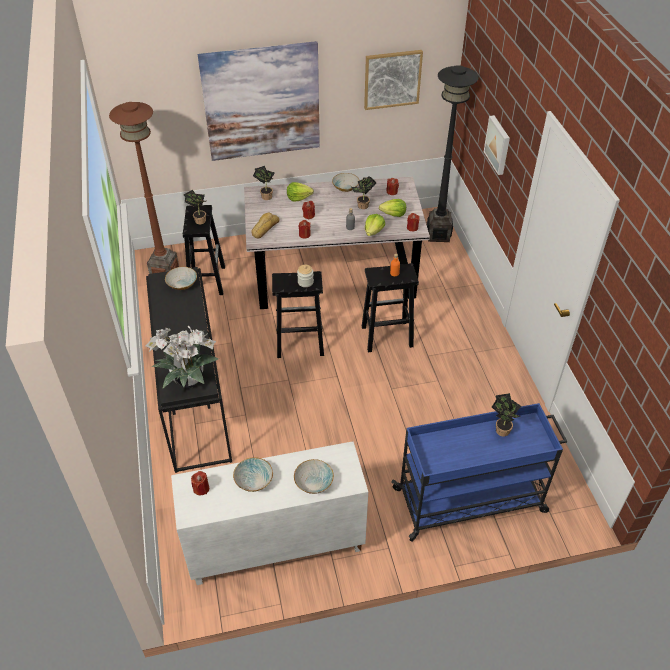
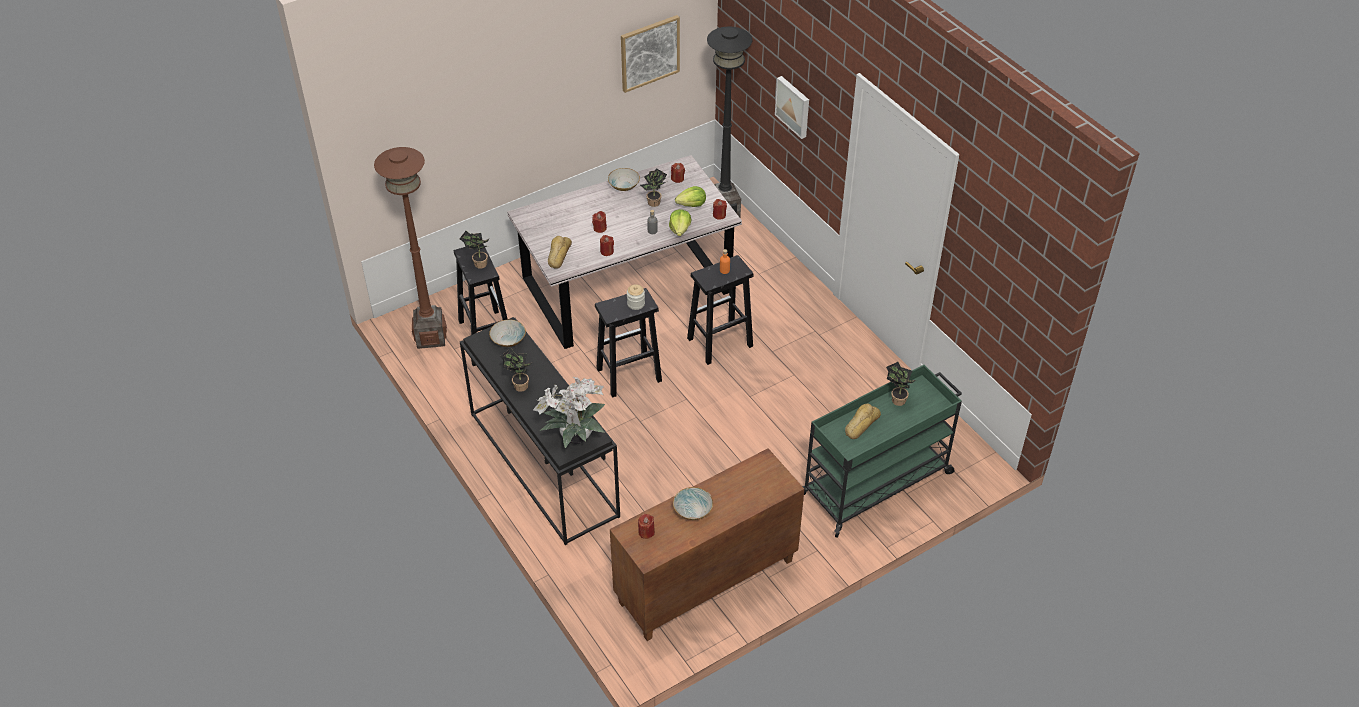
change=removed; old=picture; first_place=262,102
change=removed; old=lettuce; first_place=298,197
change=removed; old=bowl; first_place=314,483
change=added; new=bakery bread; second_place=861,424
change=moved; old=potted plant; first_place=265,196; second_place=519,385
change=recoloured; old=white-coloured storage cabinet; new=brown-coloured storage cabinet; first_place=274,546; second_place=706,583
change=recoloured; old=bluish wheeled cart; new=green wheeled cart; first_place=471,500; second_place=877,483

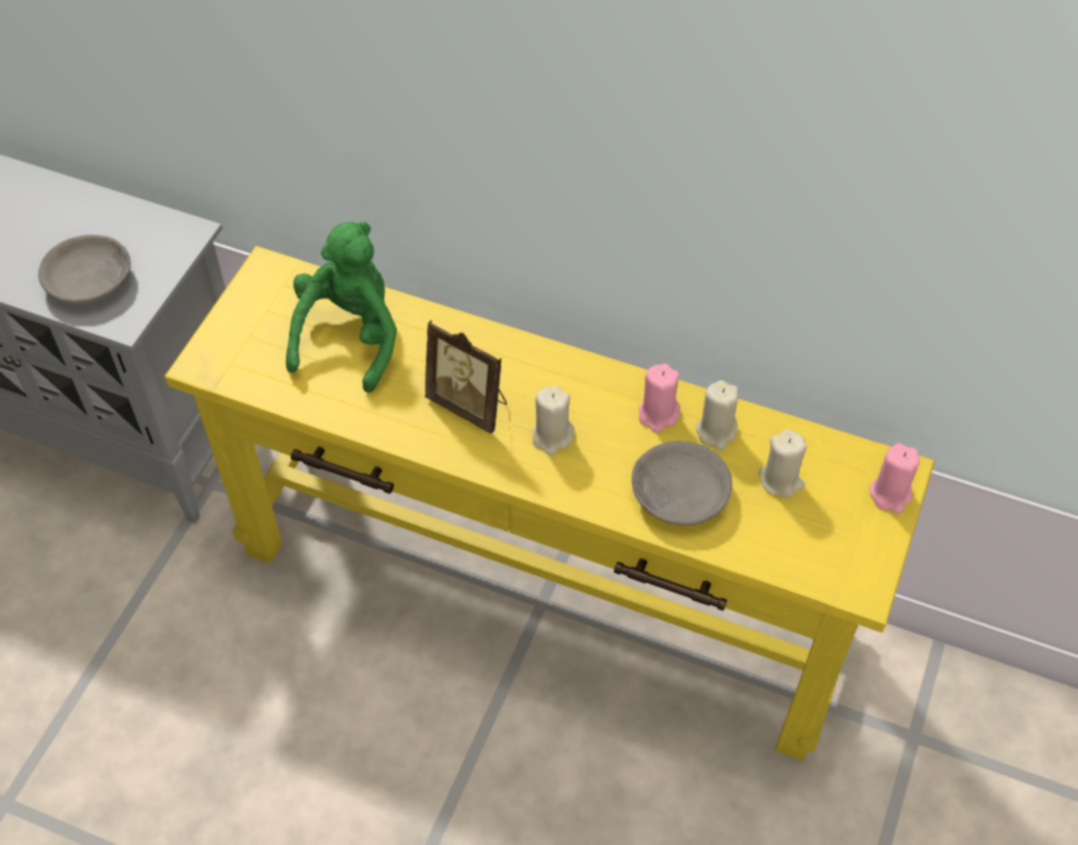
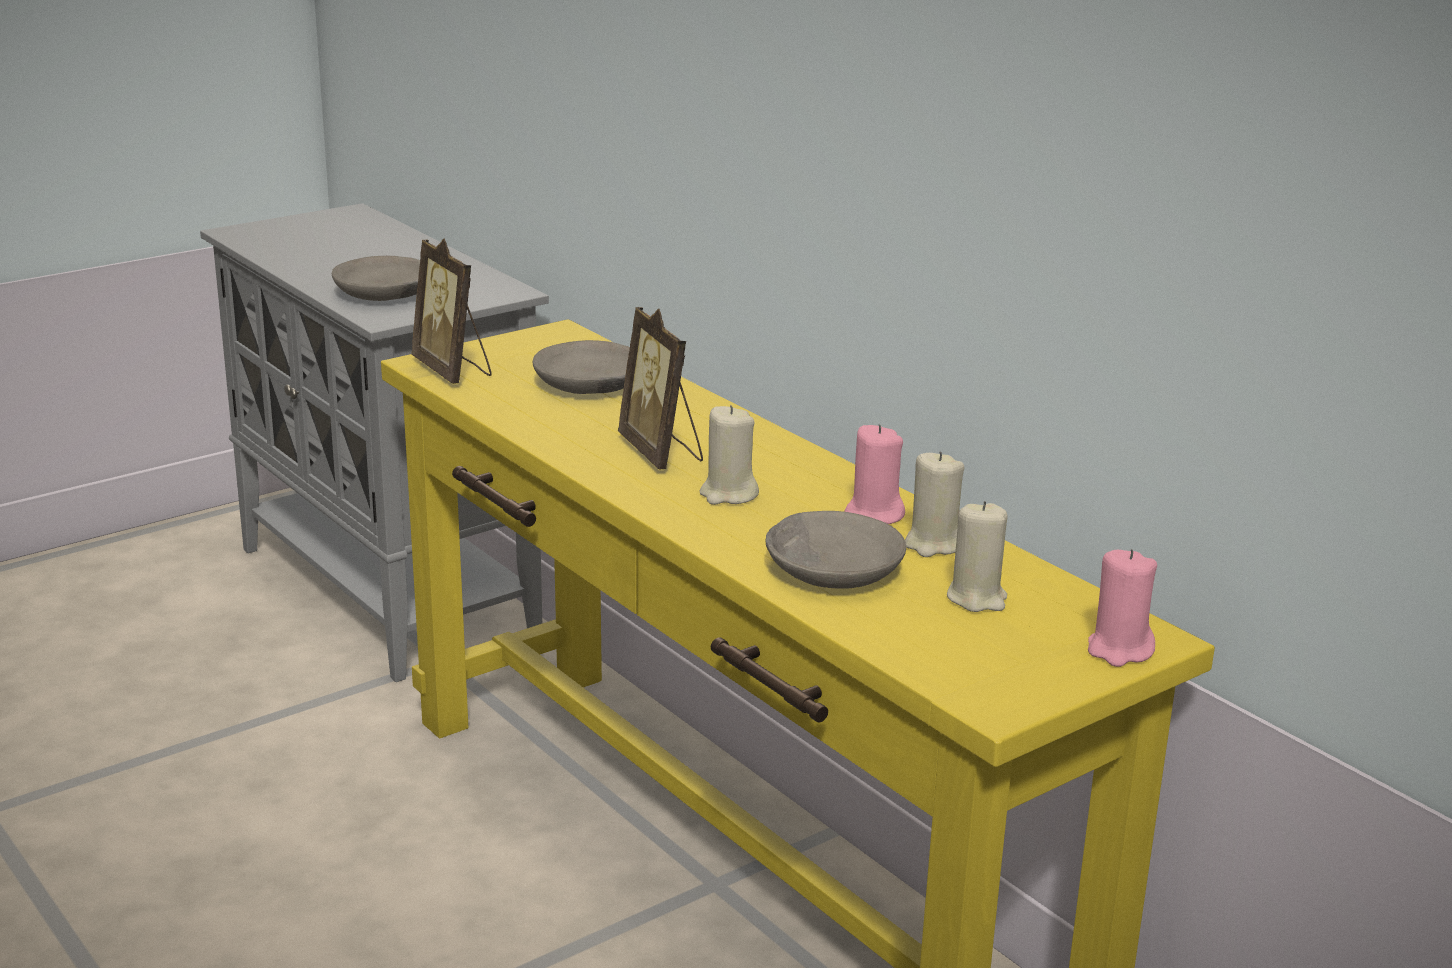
change=added; new=picture frame; second_place=453,370
change=replaced; old=green soft toy; new=grey bowl; first_place=350,337; second_place=590,385

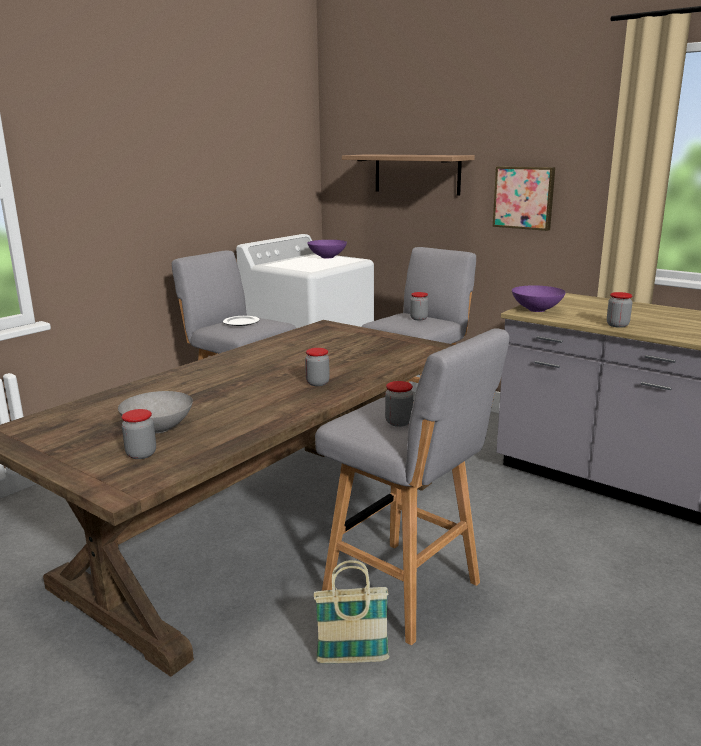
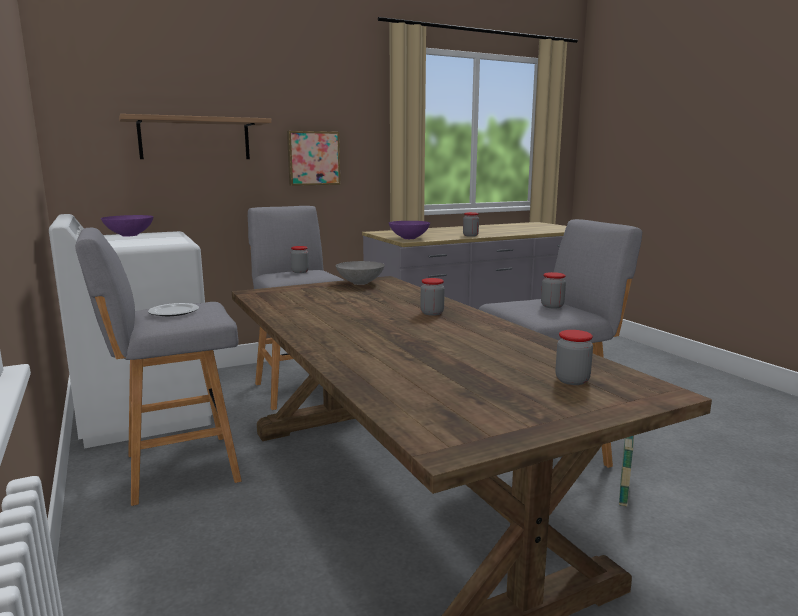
change=moved; old=grey bowl; first_place=158,428; second_place=359,283

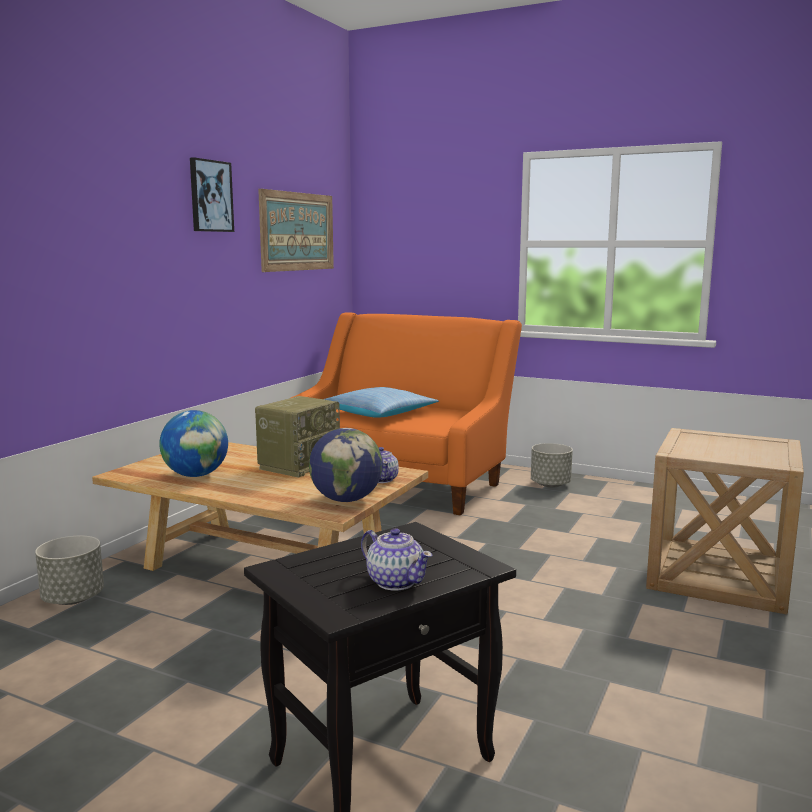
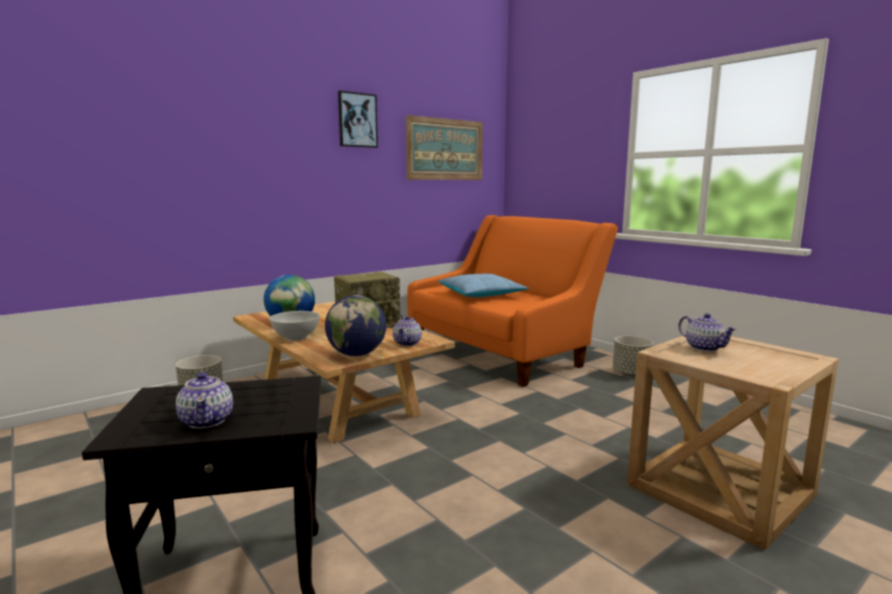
change=added; new=white-coloured bowl; second_place=295,337
change=added; new=teapot; second_place=704,347

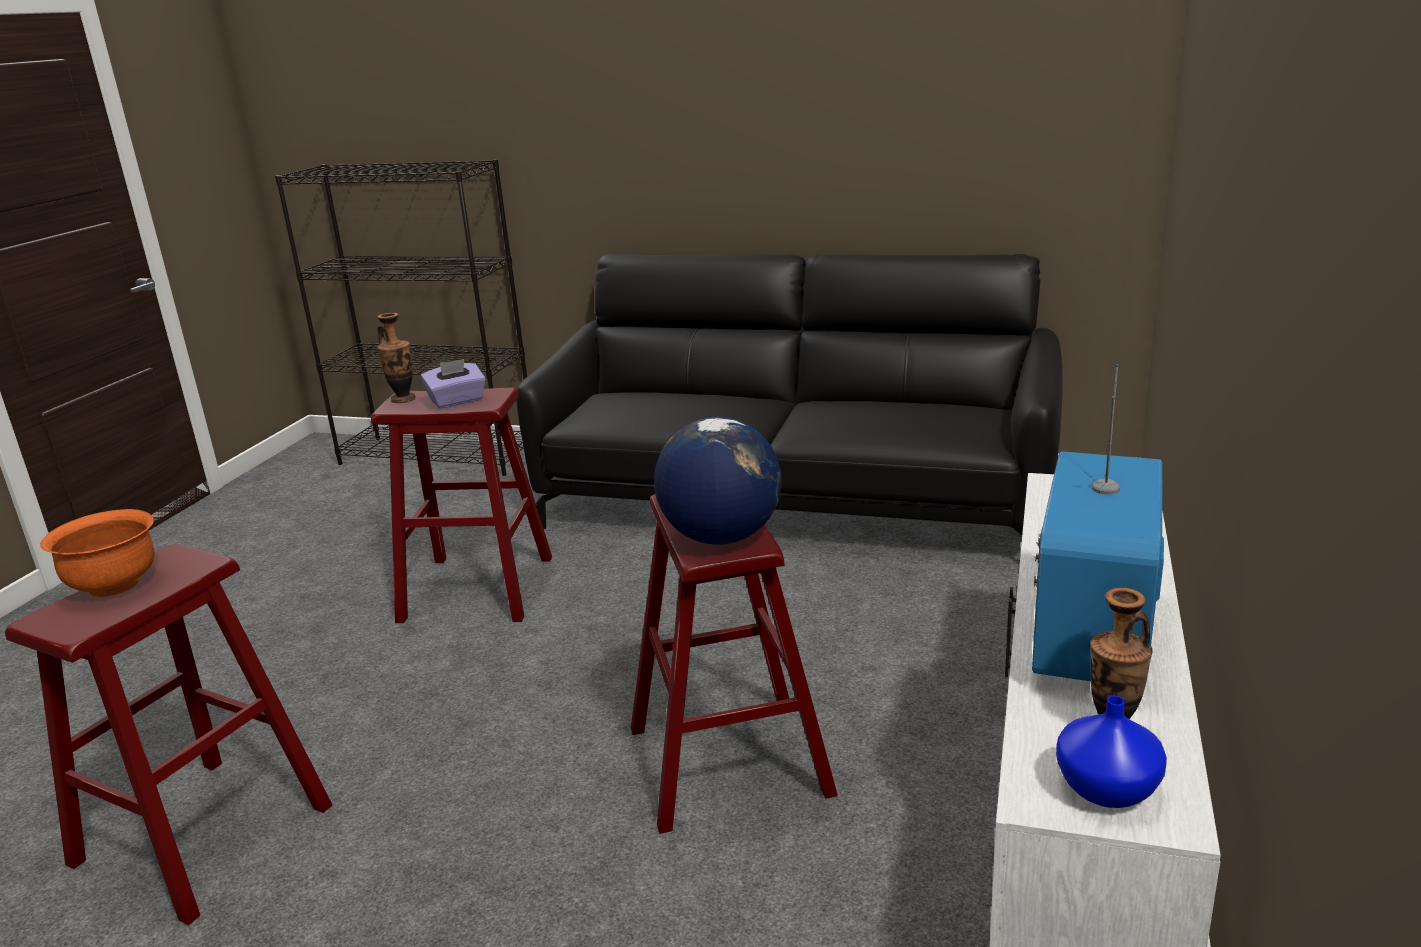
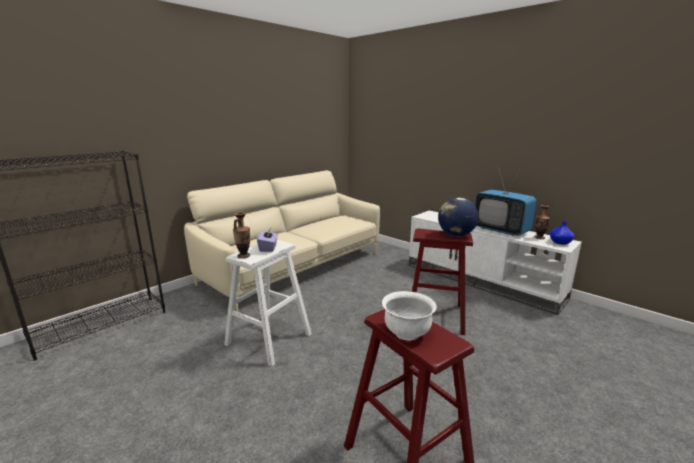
change=recoloured; old=orange bowl; new=white-coloured bowl; first_place=115,585; second_place=407,333
change=recoloured; old=reddish stool; new=white-coloured stool; first_place=478,588; second_place=269,339
change=recoloured; old=black-coloured sofa; new=beige sofa; first_place=793,503; second_place=295,268

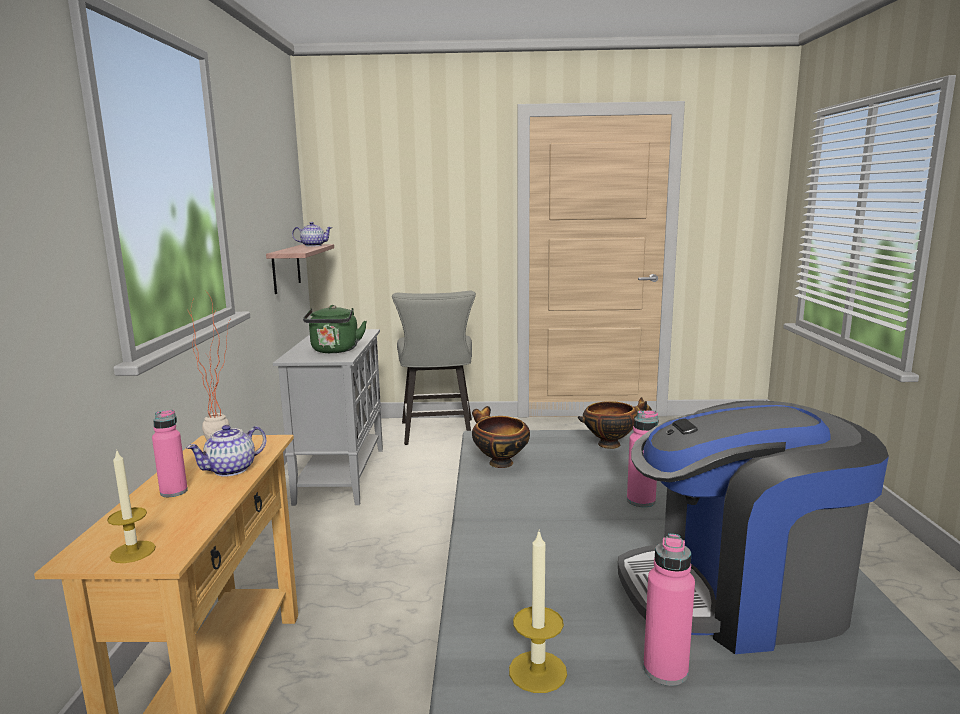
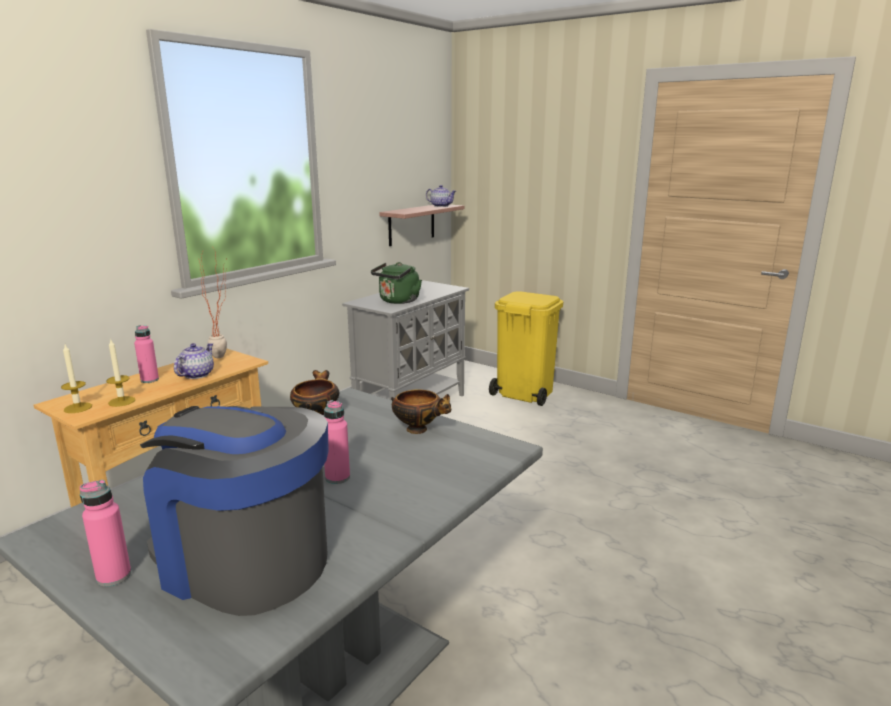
change=moved; old=wax candle; first_place=537,671; second_place=122,401
change=replaced; old=grey plain chair; new=yellowish trash can; first_place=437,434; second_place=524,393
change=turned; old=teapot; first_place=231,469; second_place=196,375; degrees=120

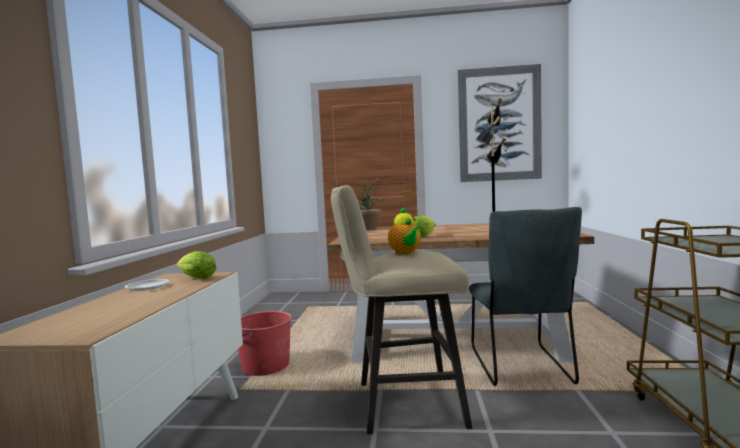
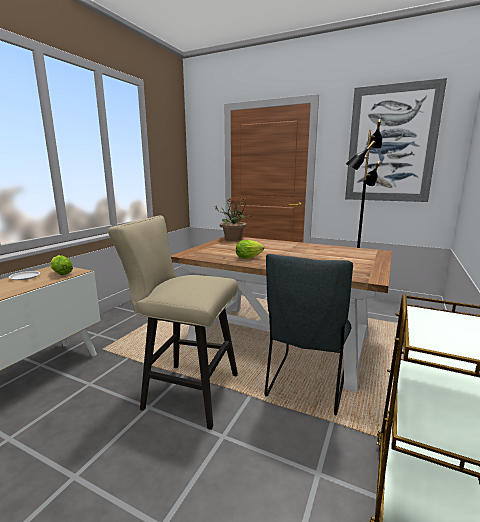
change=removed; old=reddish pail; first_place=265,366
change=removed; old=teapot; first_place=405,253

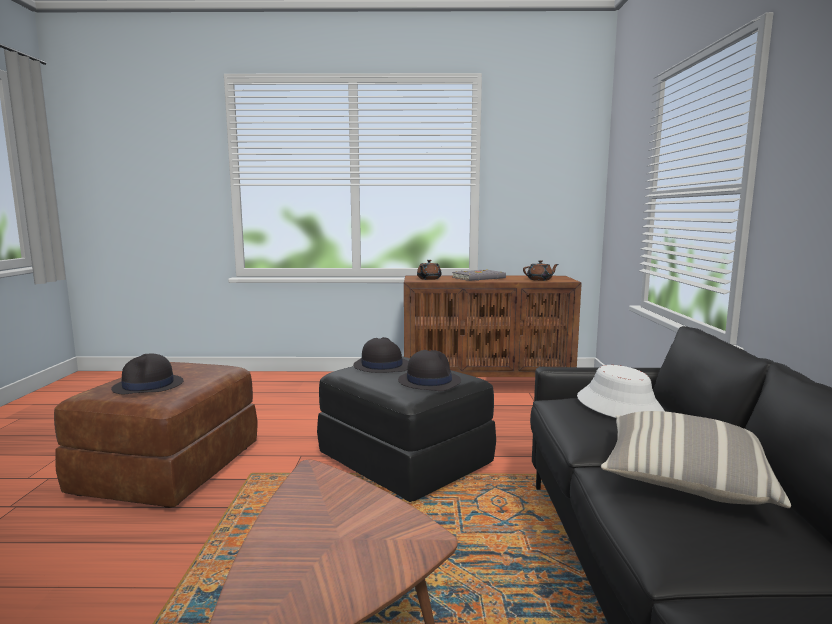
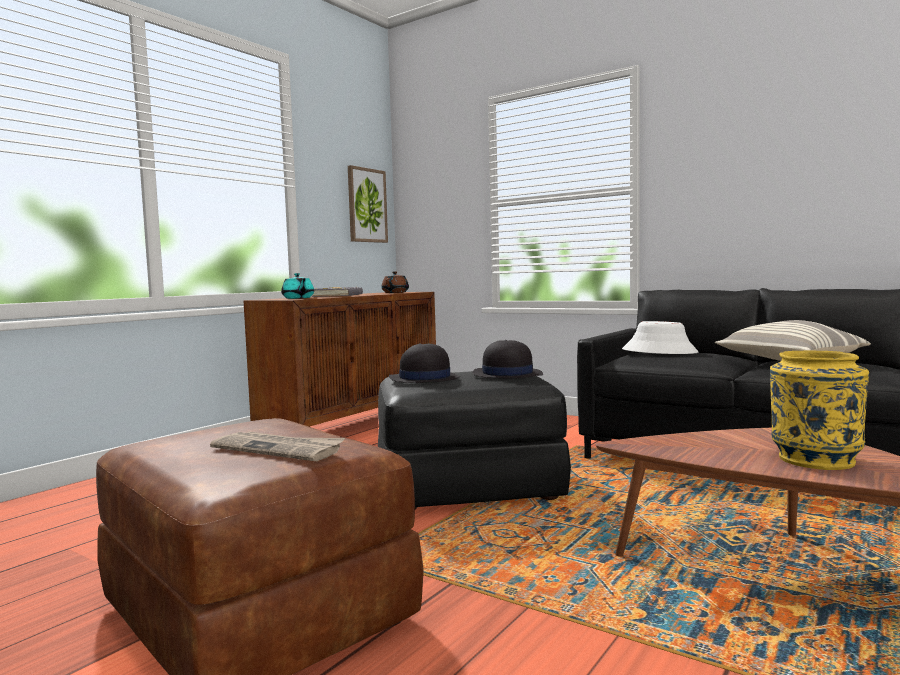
change=added; new=picture; second_place=366,205
change=added; new=yellowish decorative vase; second_place=815,459
change=replaced; old=black-coloured clothing hat; new=newspaper; first_place=148,386; second_place=278,449
change=recoloured; old=brown-coloured teapot; new=blue-green teapot; first_place=428,279; second_place=298,298

